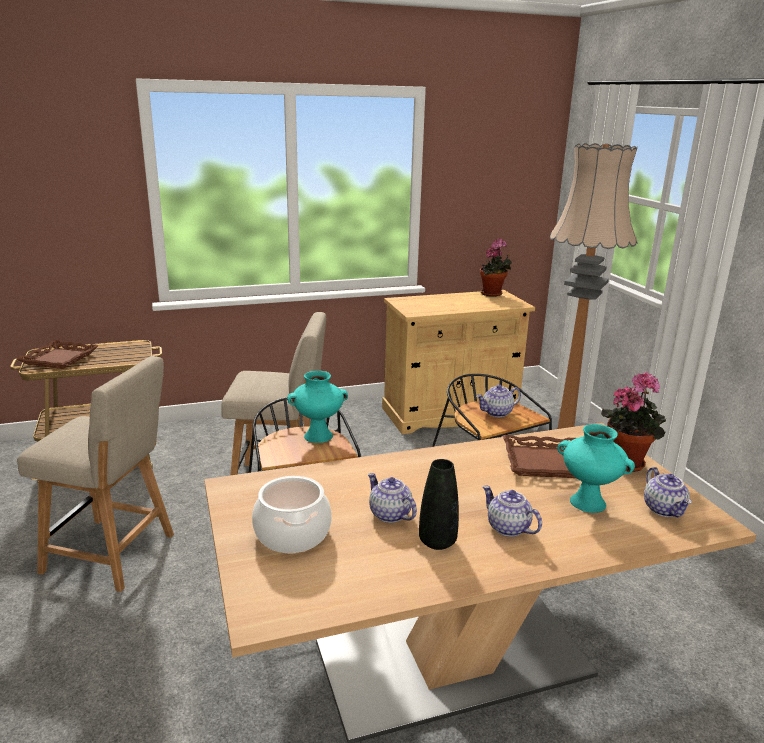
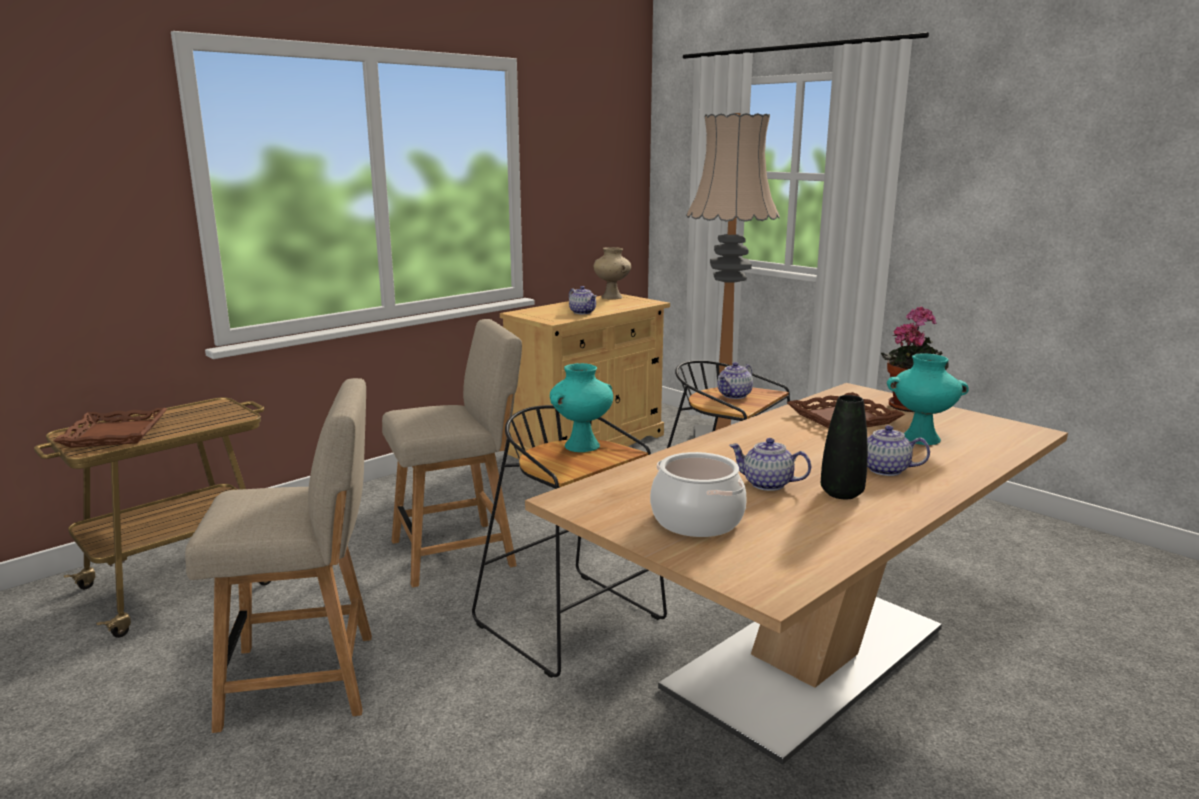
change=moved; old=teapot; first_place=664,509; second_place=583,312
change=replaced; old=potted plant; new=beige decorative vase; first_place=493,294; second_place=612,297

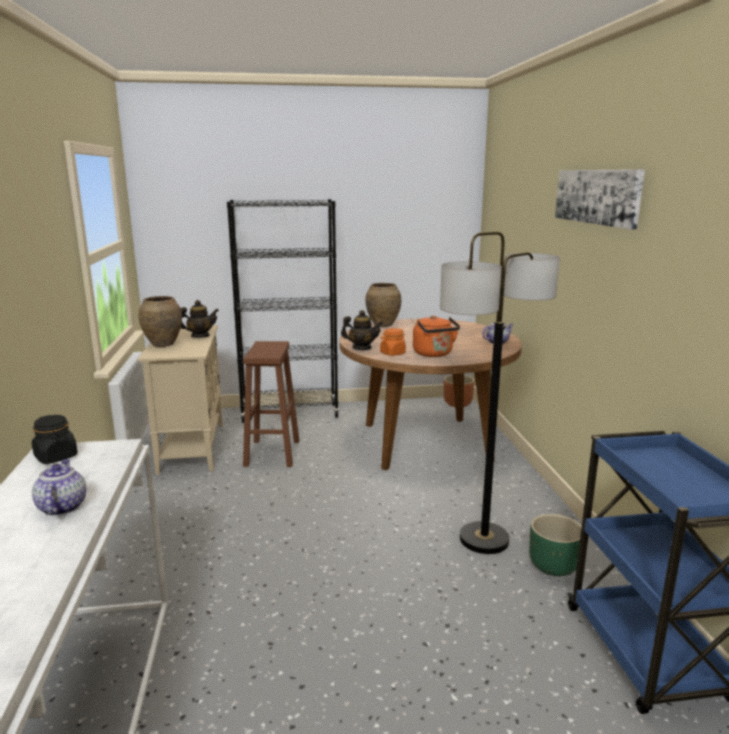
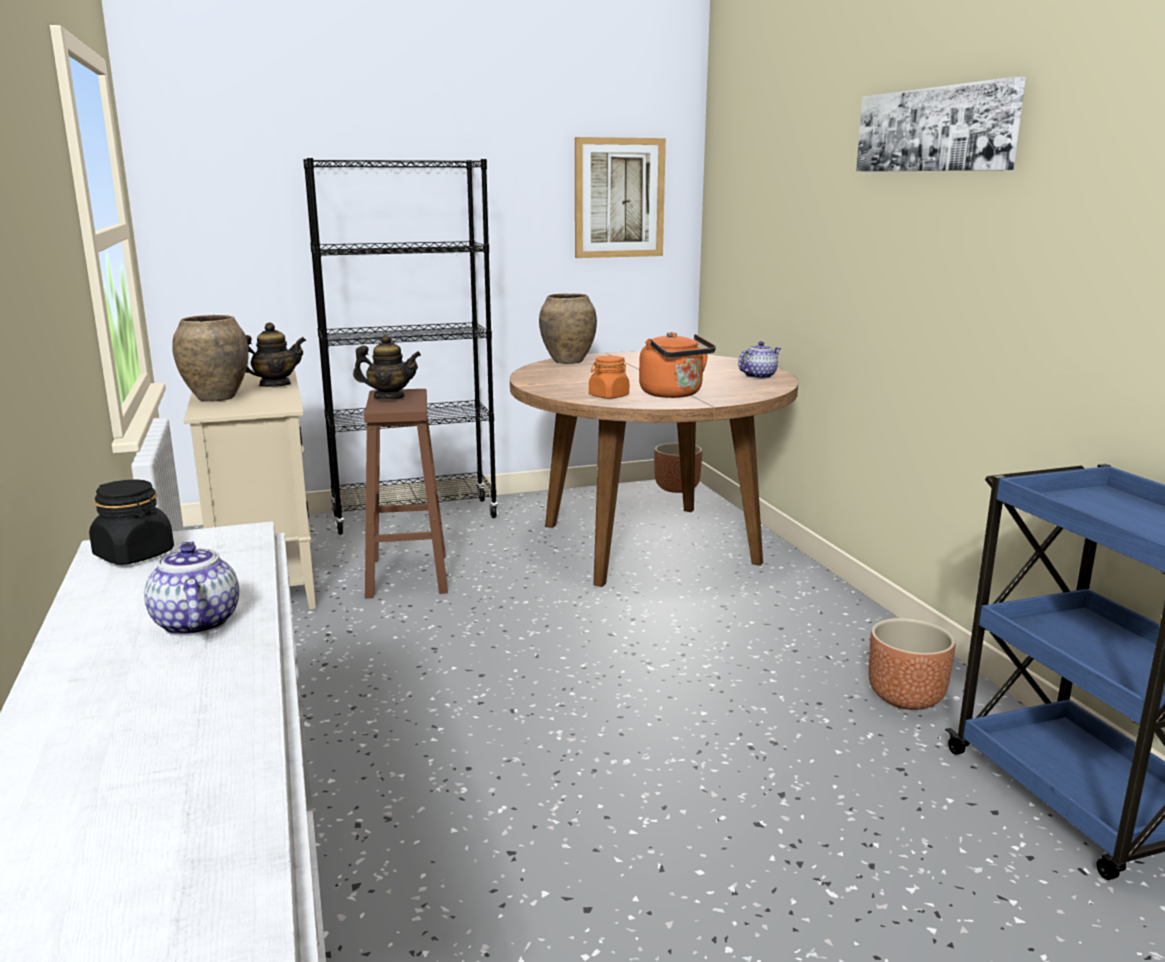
change=removed; old=standing lamp; first_place=484,539
change=added; new=picture; second_place=619,198
change=moved; old=teapot; first_place=362,348; second_place=389,397
change=recoloured; old=green plant pot; new=brown-coloured plant pot; first_place=554,567; second_place=906,698

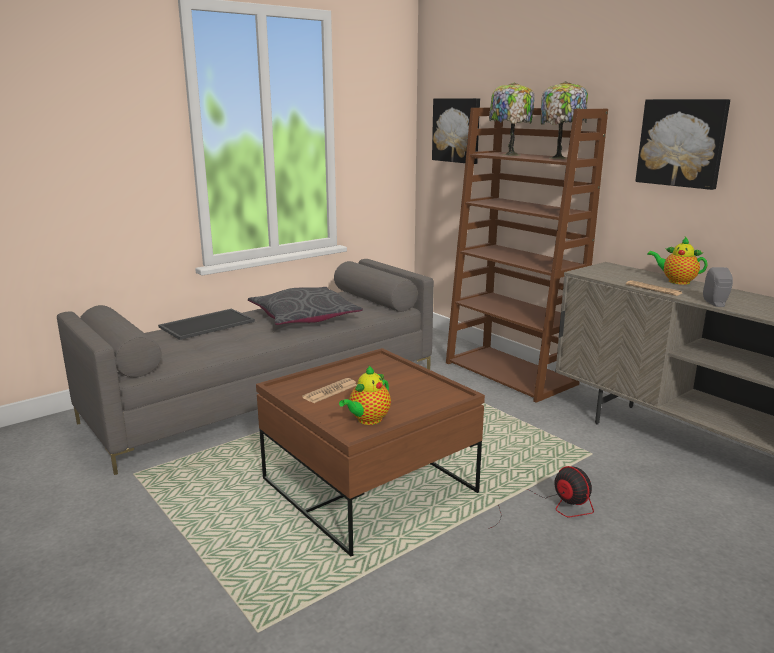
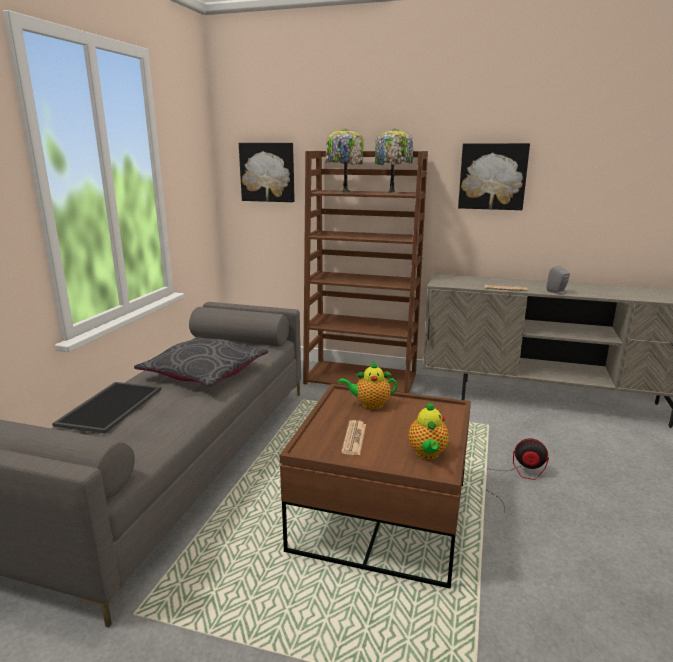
change=moved; old=teapot; first_place=676,281; second_place=370,404

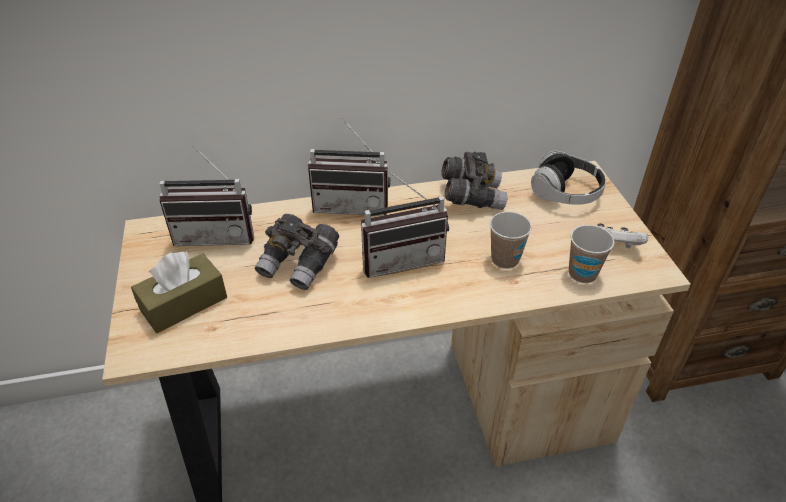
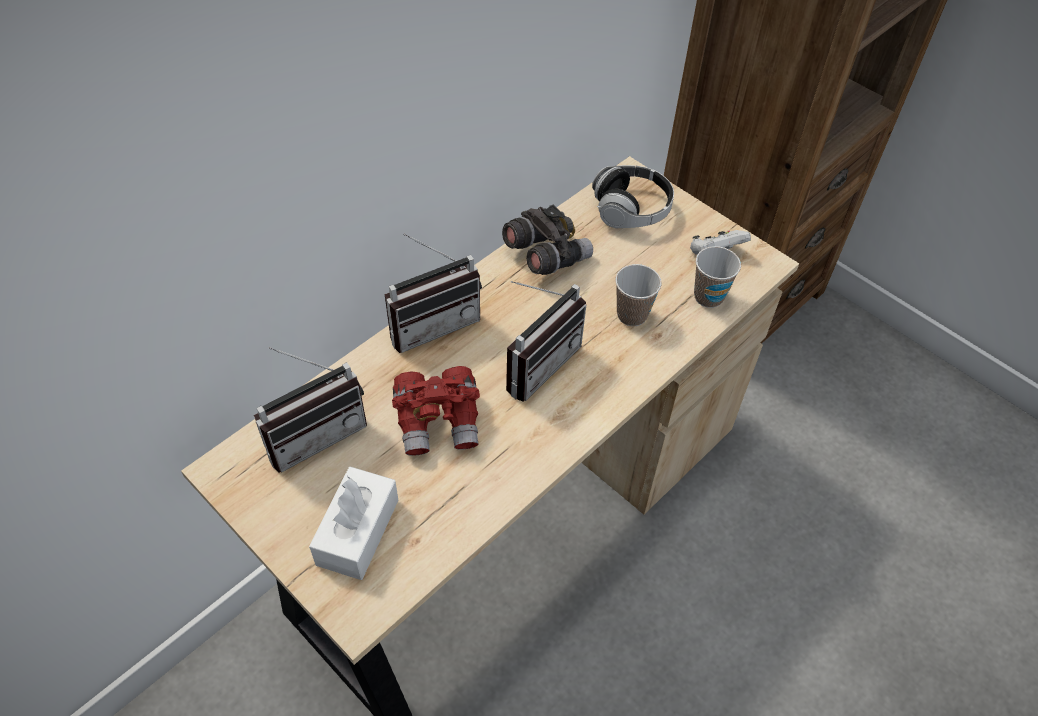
change=recoloured; old=brown-coloured tissue box; new=white-coloured tissue box; first_place=184,303; second_place=357,532
change=recoloured; old=grey field glasses; new=reddish field glasses; first_place=299,264; second_place=439,422

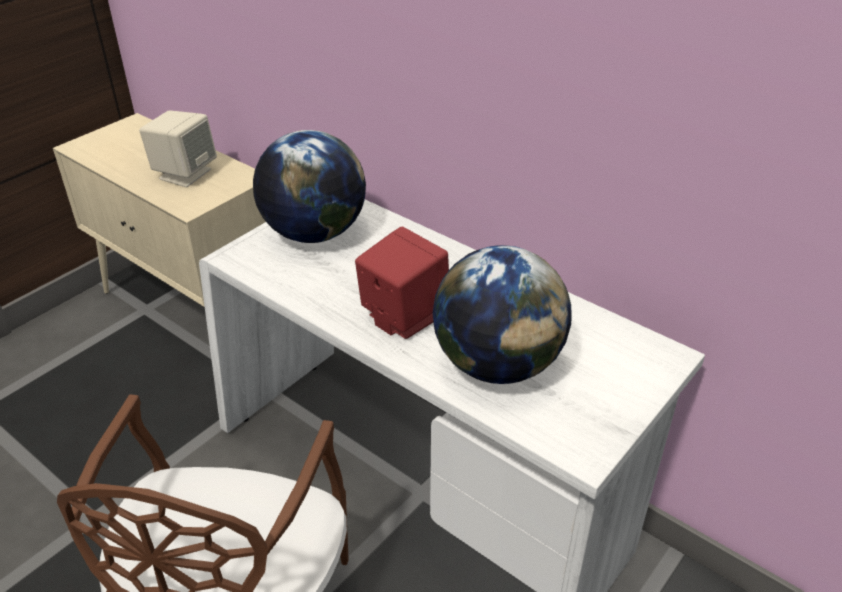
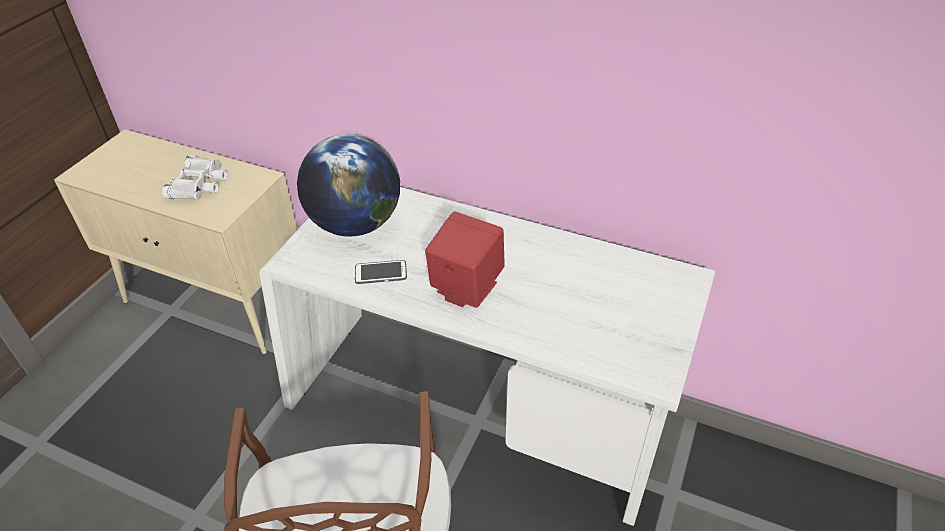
change=removed; old=desk globe; first_place=497,364
change=added; new=phone; second_place=380,273
change=replaced; old=beige audio speaker; new=white-coloured field glasses; first_place=184,174; second_place=199,184

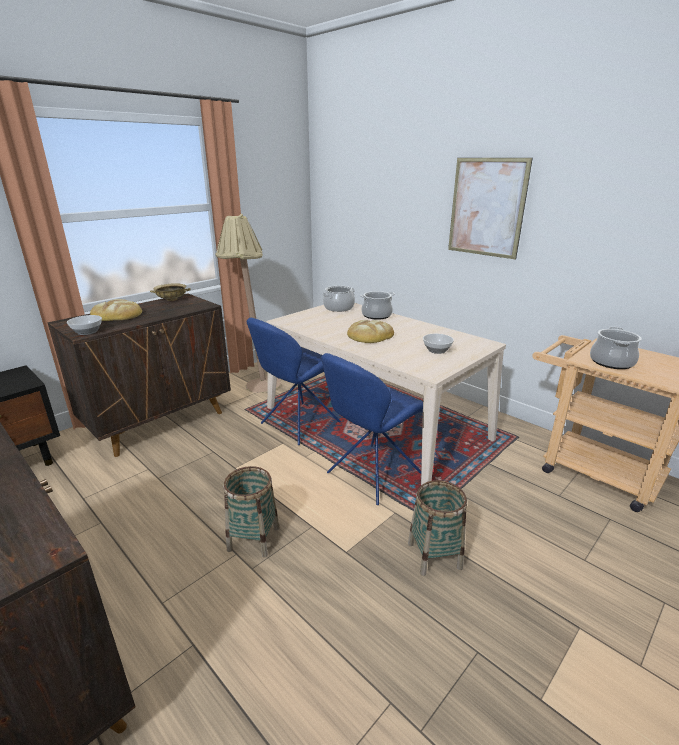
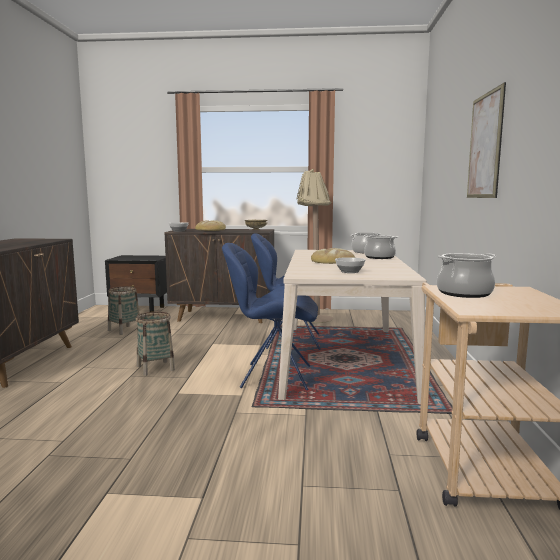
change=moved; old=storage basket; first_place=434,555; second_place=124,330

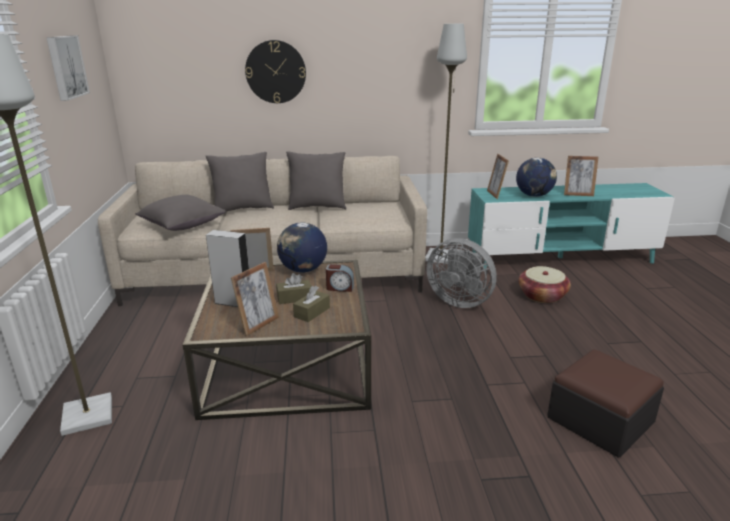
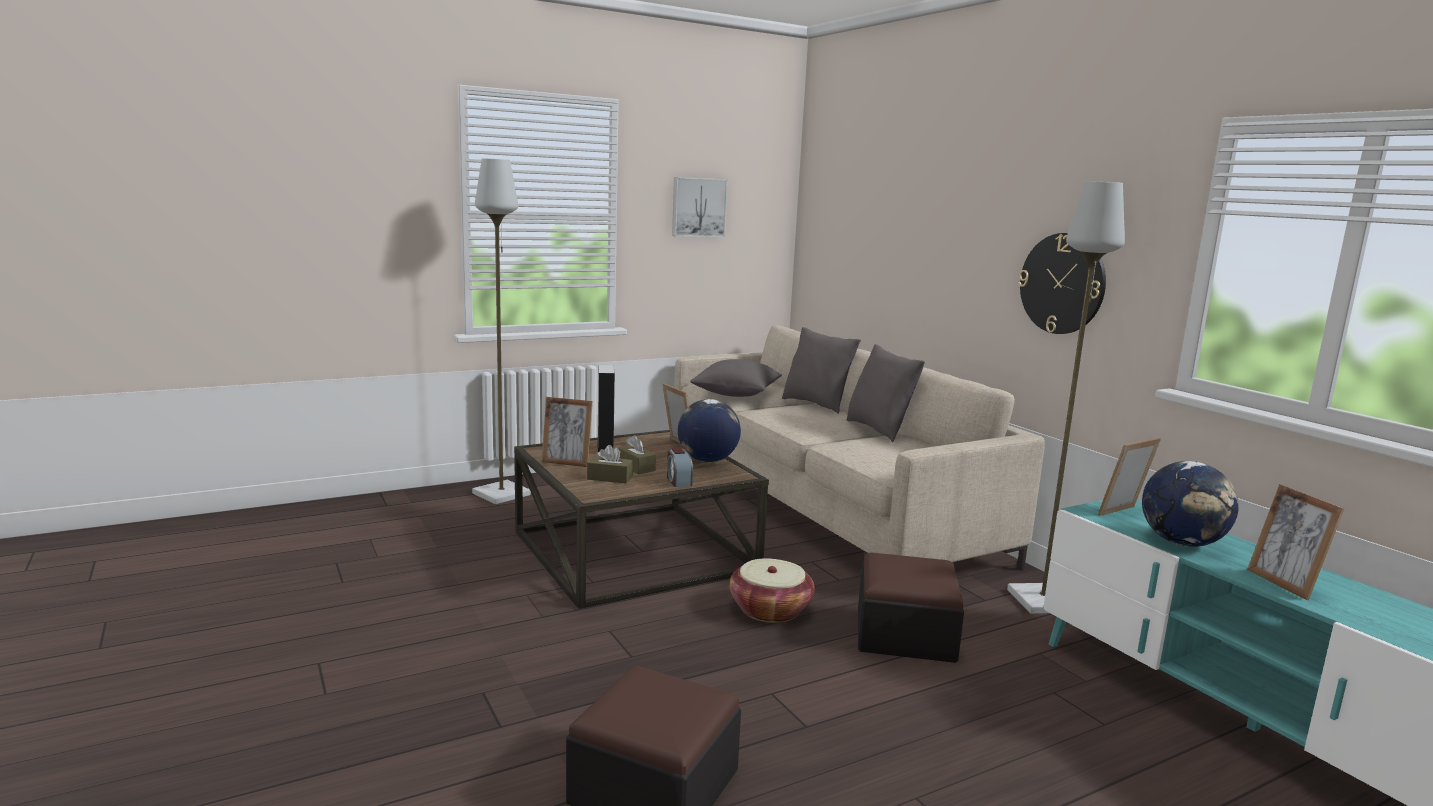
change=moved; old=wall clock; first_place=275,72; second_place=1062,283
change=moved; old=storage basket; first_place=542,296; second_place=770,610
change=replaced; old=grey electric fan; new=ottoman; first_place=459,301; second_place=905,634

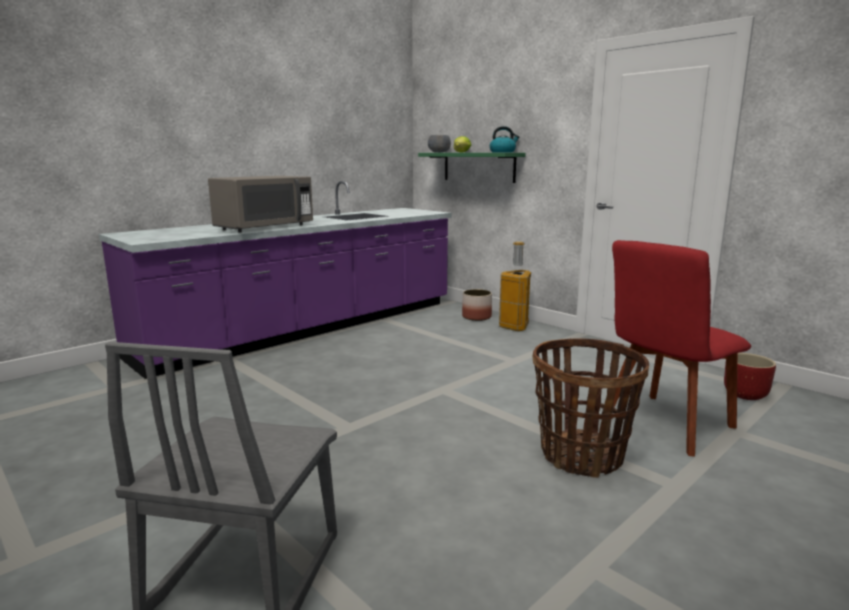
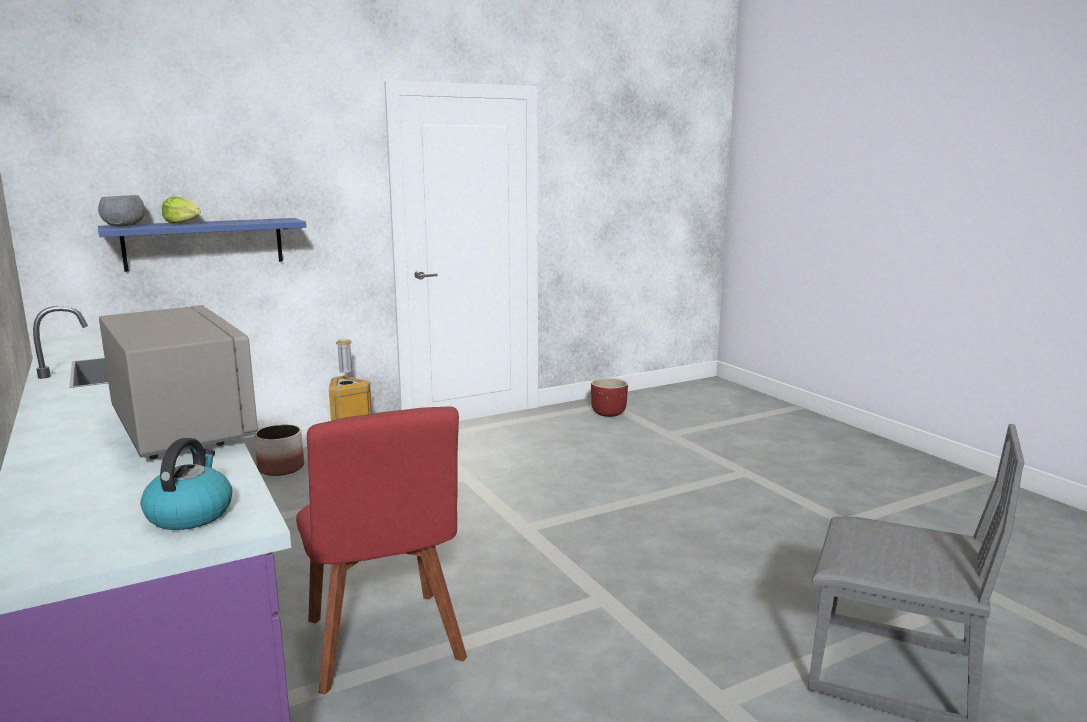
change=removed; old=storage basket; first_place=582,455
change=moved; old=kettle; first_place=503,152; second_place=190,514
change=moved; old=reddish plain chair; first_place=664,425; second_place=385,645
change=recoloured; old=green shelf; new=bluish shelf; first_place=478,167; second_place=204,244

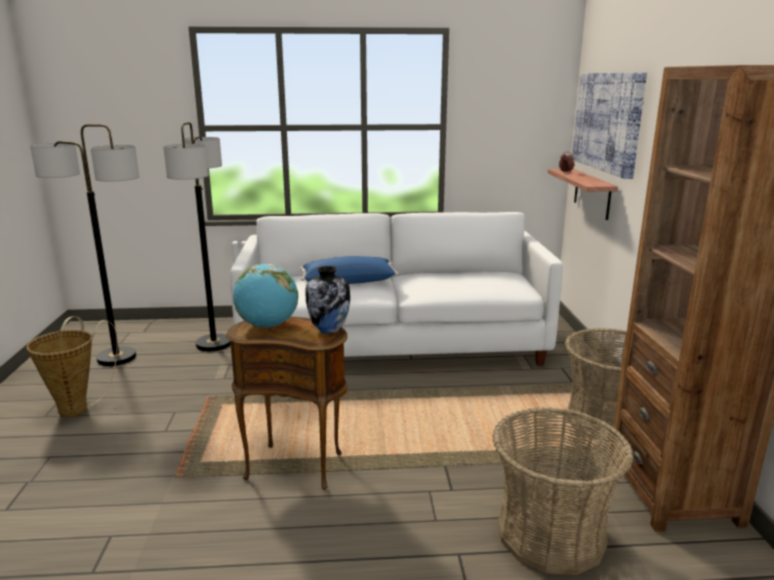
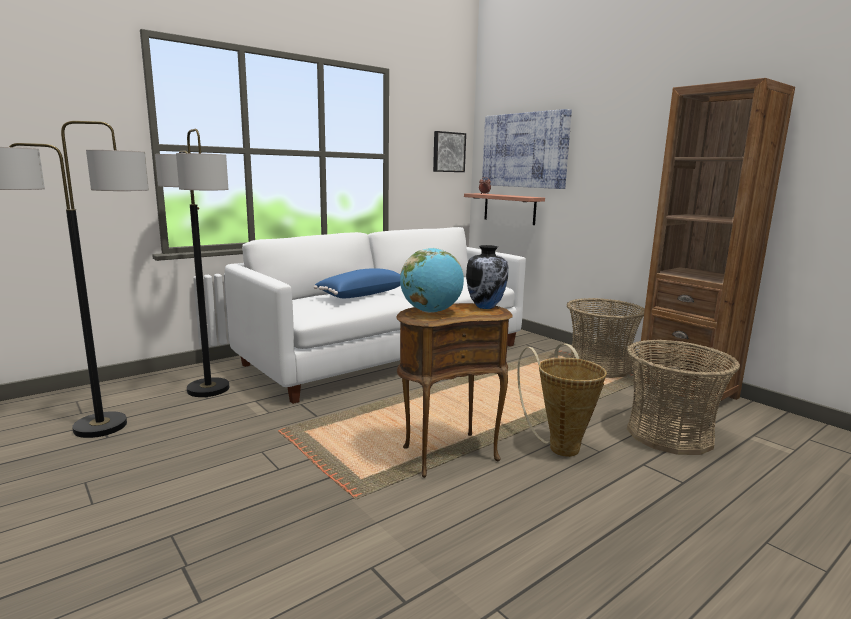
change=added; new=picture; second_place=448,152
change=moved; old=storage basket; first_place=78,407; second_place=560,446

